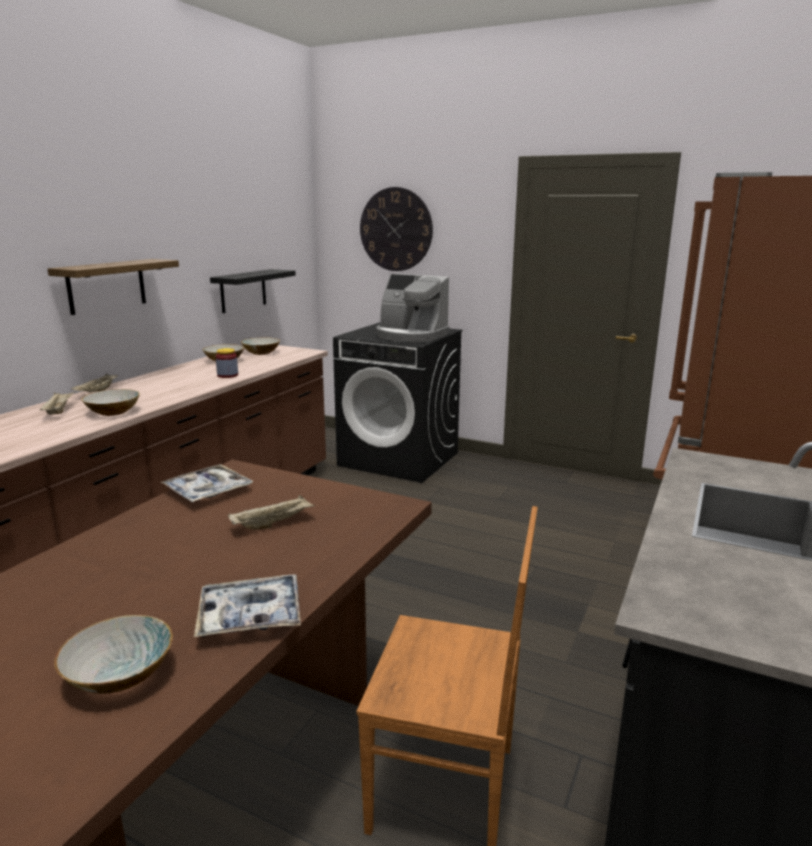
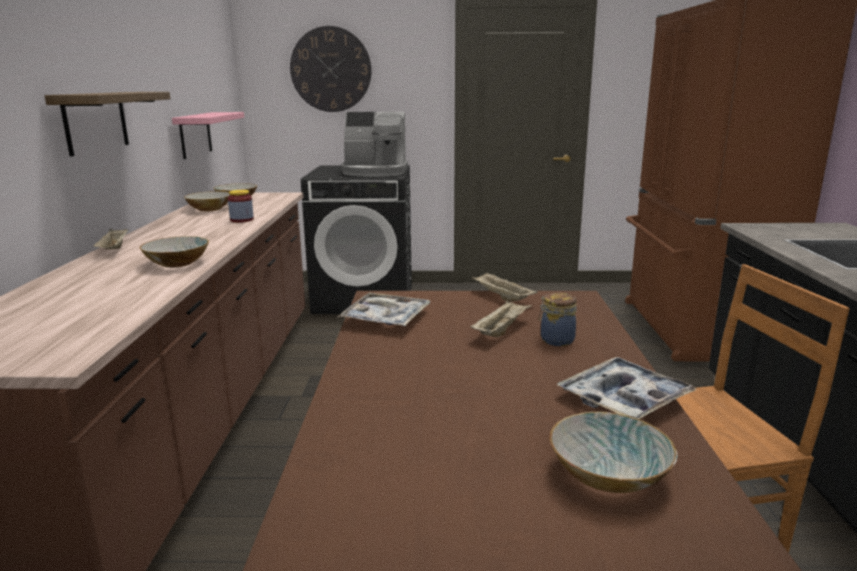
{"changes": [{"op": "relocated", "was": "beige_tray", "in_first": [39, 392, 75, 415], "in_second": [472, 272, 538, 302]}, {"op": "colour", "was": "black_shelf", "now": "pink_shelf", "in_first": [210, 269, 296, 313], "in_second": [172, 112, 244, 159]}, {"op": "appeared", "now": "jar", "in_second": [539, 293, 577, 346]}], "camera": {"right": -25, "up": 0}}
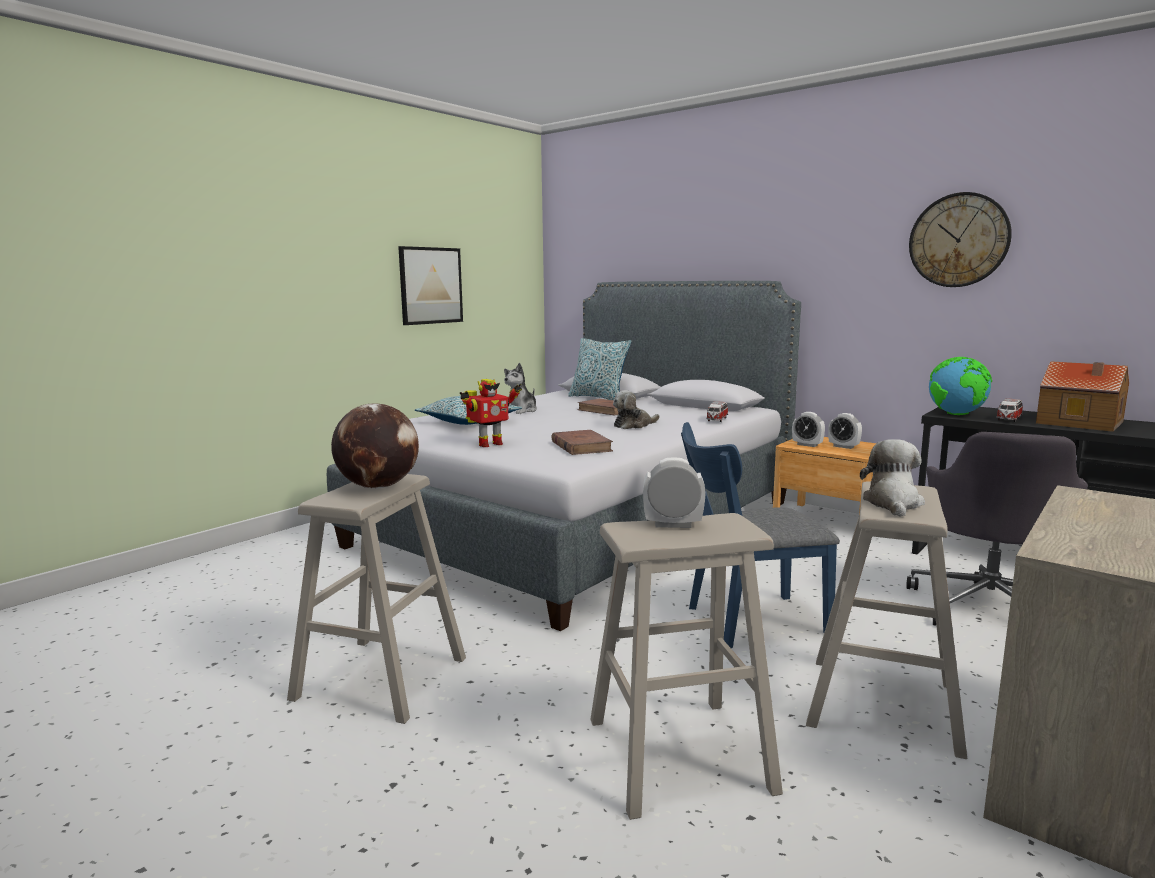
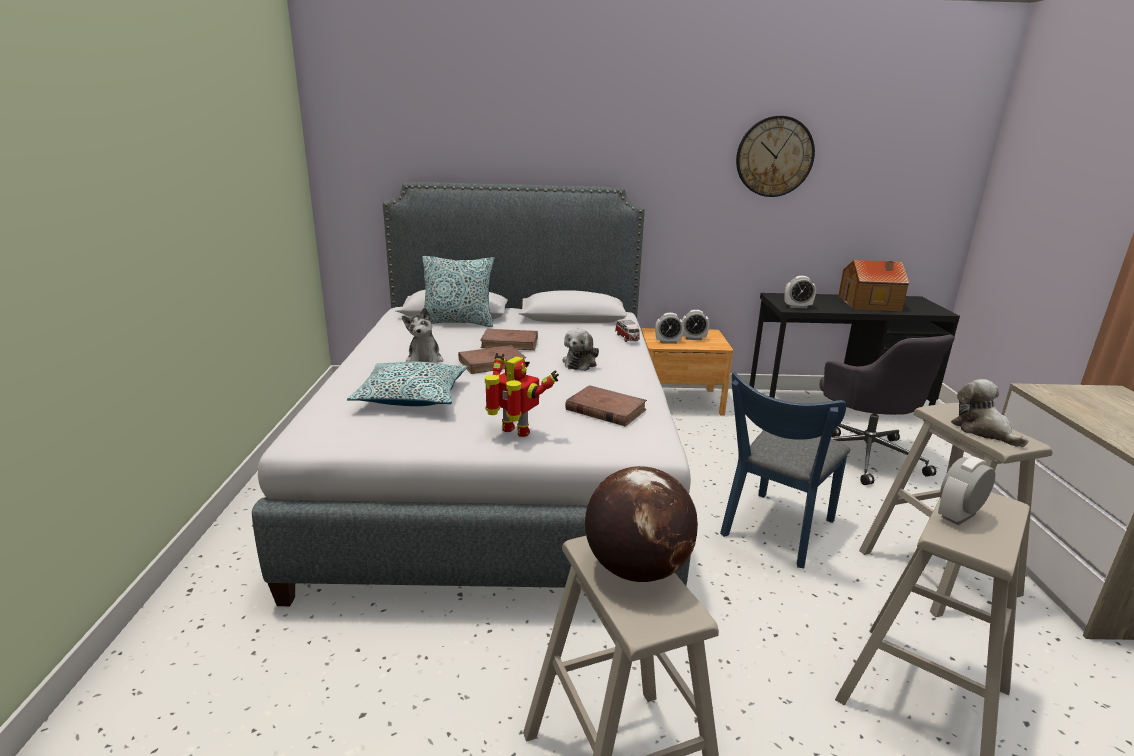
{"changes": [{"op": "missing", "was": "picture", "in_first": [398, 246, 463, 325]}, {"op": "spun", "was": "toy_robot", "in_first": [460, 379, 522, 447], "in_second": [485, 353, 559, 437], "clockwise": -75}, {"op": "exchanged", "was": "globe", "now": "alarm_clock", "in_first": [929, 357, 992, 415], "in_second": [785, 276, 816, 308]}, {"op": "missing", "was": "toy_car", "in_first": [996, 398, 1023, 422]}, {"op": "appeared", "now": "brown_book", "in_second": [458, 345, 526, 374]}], "camera": {"right": -40, "up": 10}}
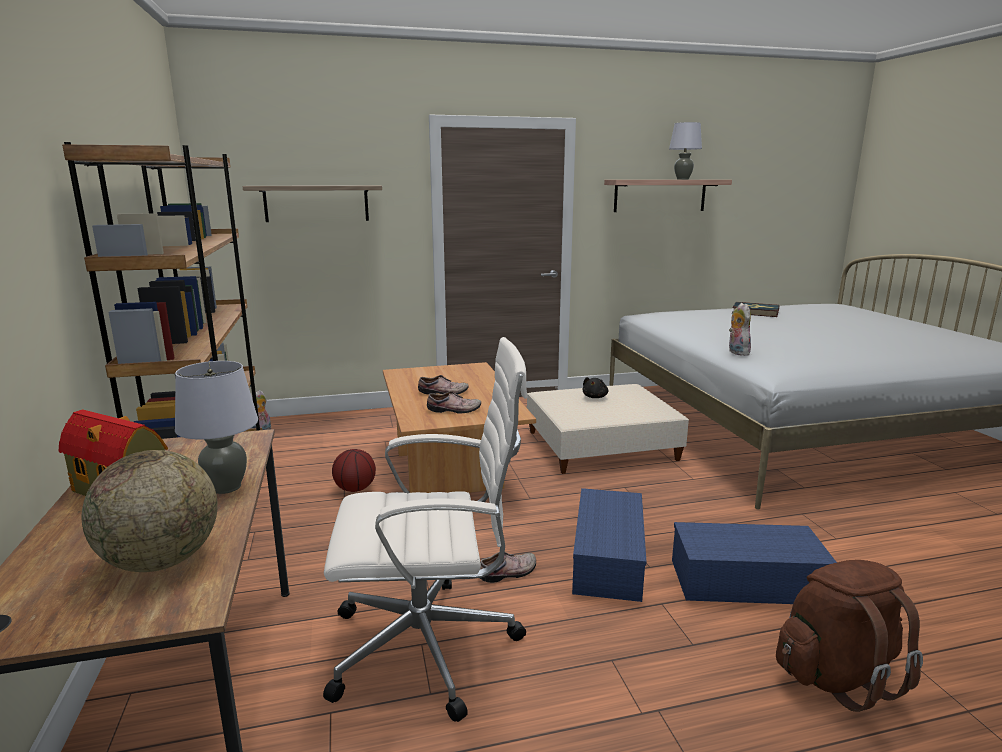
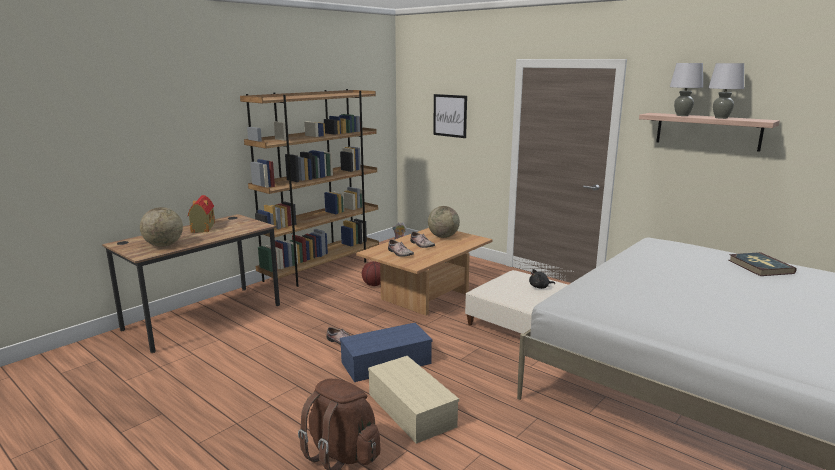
{"changes": [{"op": "relocated", "was": "grey_table_lamp", "in_first": [175, 361, 258, 494], "in_second": [670, 63, 703, 116]}, {"op": "exchanged", "was": "shelf", "now": "picture", "in_first": [243, 185, 382, 222], "in_second": [433, 94, 467, 138]}, {"op": "missing", "was": "white_office_chair", "in_first": [323, 337, 528, 722]}, {"op": "colour", "was": "blue_storage_box", "now": "beige_storage_box", "in_first": [672, 522, 837, 604], "in_second": [368, 356, 459, 444]}, {"op": "missing", "was": "plush_toy", "in_first": [729, 303, 751, 356]}, {"op": "appeared", "now": "globe", "in_second": [428, 206, 460, 238]}], "camera": {"right": 55, "up": 0}}
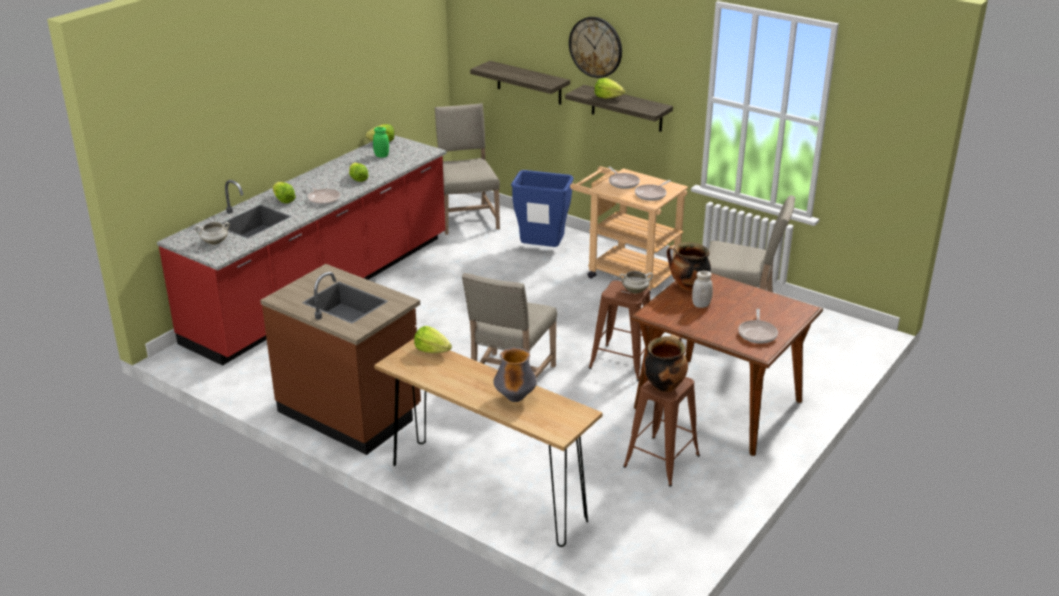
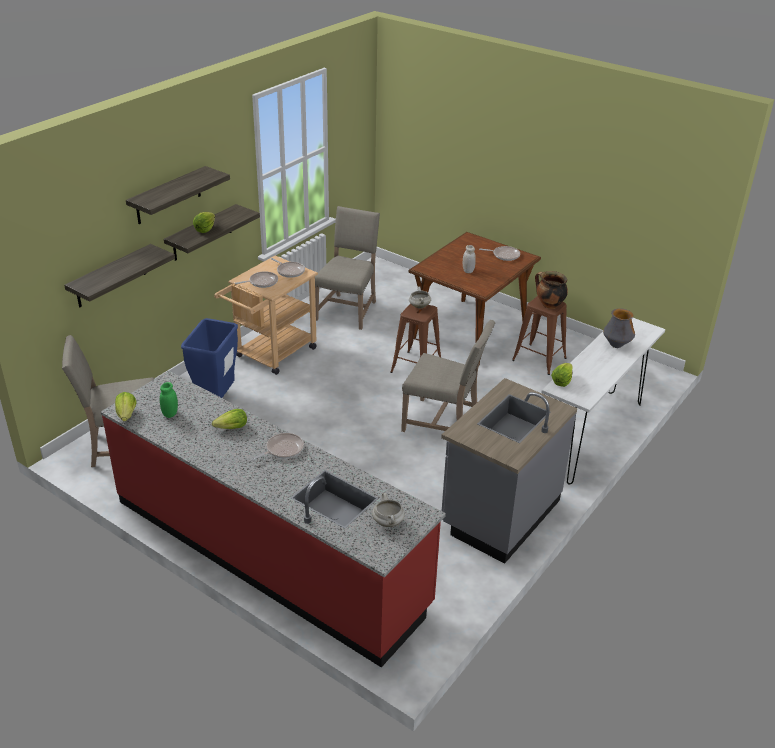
{"changes": [{"op": "colour", "was": "brown_counter", "now": "grey_counter", "in_first": [260, 264, 421, 455], "in_second": [441, 378, 577, 564]}, {"op": "missing", "was": "lettuce", "in_first": [273, 182, 296, 204]}, {"op": "colour", "was": "brown_console_table", "now": "white_console_table", "in_first": [374, 339, 603, 547], "in_second": [541, 318, 665, 484]}, {"op": "exchanged", "was": "wall_clock", "now": "shelf", "in_first": [569, 17, 622, 78], "in_second": [126, 166, 230, 224]}, {"op": "missing", "was": "cooking_pot", "in_first": [667, 242, 711, 291]}], "camera": {"right": -90, "up": 5}}
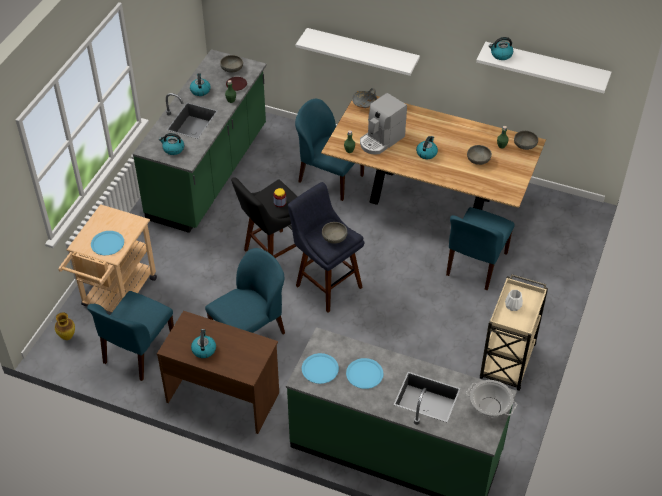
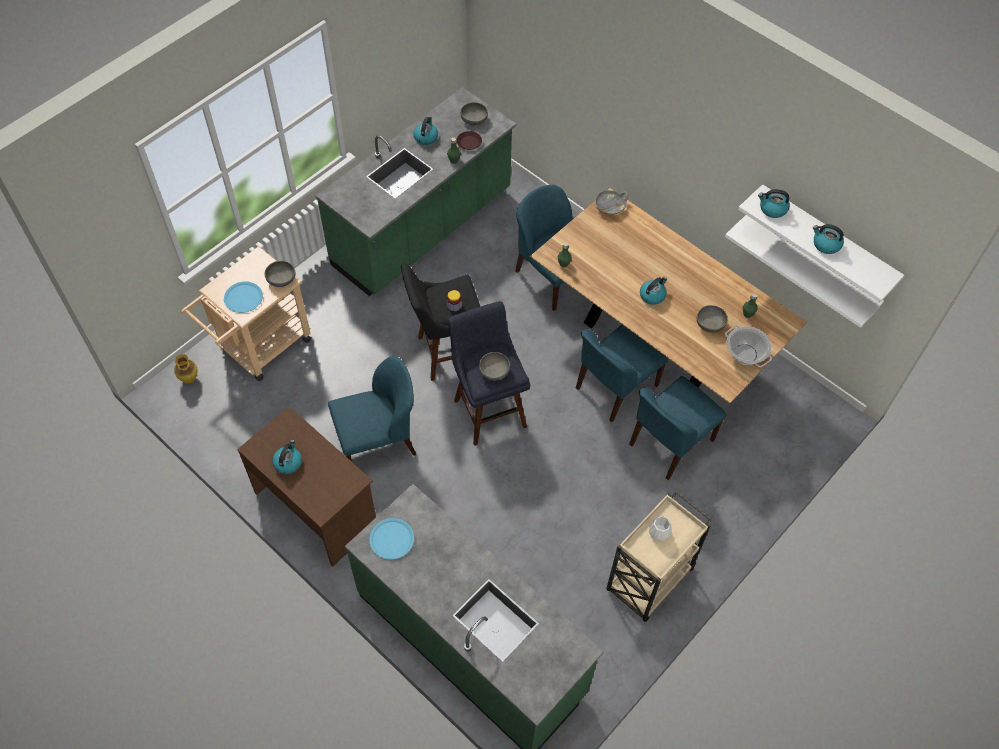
{"changes": [{"op": "relocated", "was": "blue_chair", "in_first": [87, 291, 174, 381], "in_second": [576, 325, 668, 422]}, {"op": "relocated", "was": "kettle", "in_first": [159, 133, 184, 155], "in_second": [813, 224, 844, 254]}, {"op": "relocated", "was": "white_shelf", "in_first": [296, 28, 420, 76], "in_second": [725, 215, 884, 328]}, {"op": "missing", "was": "blue_plate", "in_first": [346, 358, 383, 389]}, {"op": "missing", "was": "coffee_machine", "in_first": [360, 93, 407, 155]}, {"op": "relocated", "was": "cooking_pot", "in_first": [466, 380, 517, 417], "in_second": [725, 325, 772, 368]}, {"op": "relocated", "was": "grey_bowl", "in_first": [514, 131, 538, 150], "in_second": [264, 261, 295, 287]}], "camera": {"right": 20, "up": 10}}
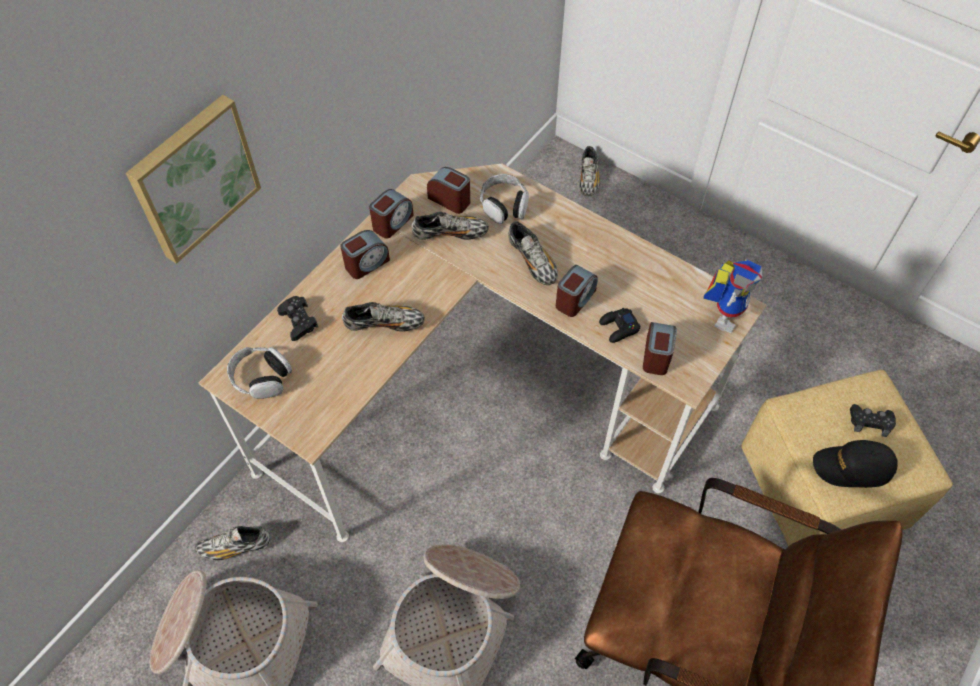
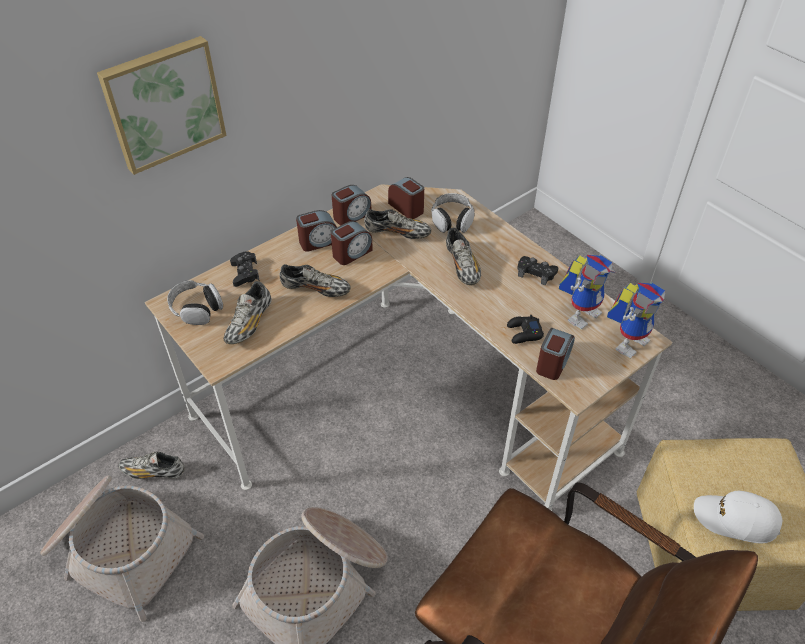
{"changes": [{"op": "relocated", "was": "alarm_clock", "in_first": [556, 265, 598, 317], "in_second": [331, 221, 373, 265]}, {"op": "relocated", "was": "shoe", "in_first": [580, 146, 600, 196], "in_second": [223, 281, 272, 344]}, {"op": "colour", "was": "black_cap", "now": "white_cap", "in_first": [813, 440, 898, 488], "in_second": [694, 491, 782, 543]}, {"op": "relocated", "was": "black_game_controller", "in_first": [850, 404, 896, 437], "in_second": [517, 256, 558, 286]}, {"op": "appeared", "now": "toy_robot", "in_second": [559, 255, 616, 330]}], "camera": {"right": 15, "up": -10}}
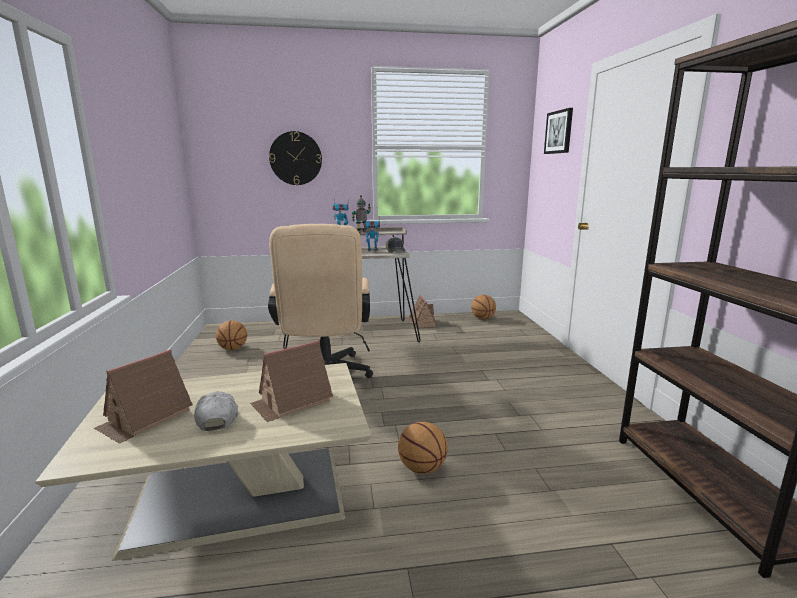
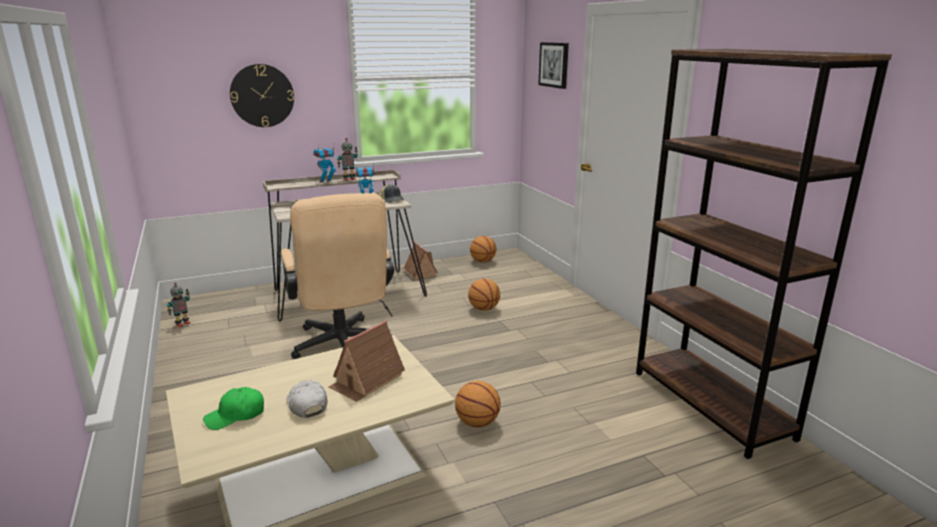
{"changes": [{"op": "exchanged", "was": "toy_house", "now": "green_cap", "in_first": [94, 349, 193, 444], "in_second": [203, 387, 264, 430]}, {"op": "relocated", "was": "basketball", "in_first": [216, 321, 247, 350], "in_second": [468, 278, 500, 311]}, {"op": "appeared", "now": "toy_robot", "in_second": [167, 282, 190, 327]}], "camera": {"right": -15, "up": 5}}
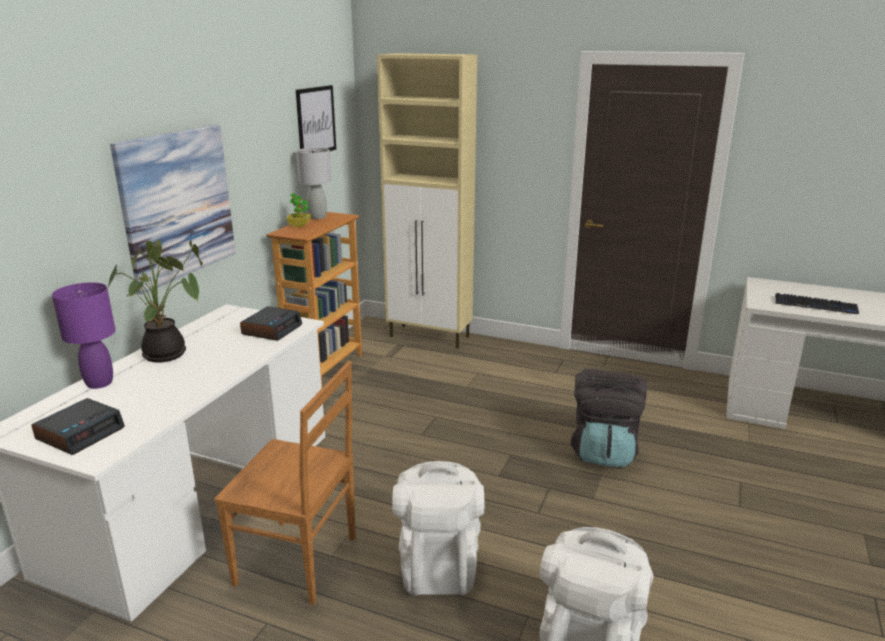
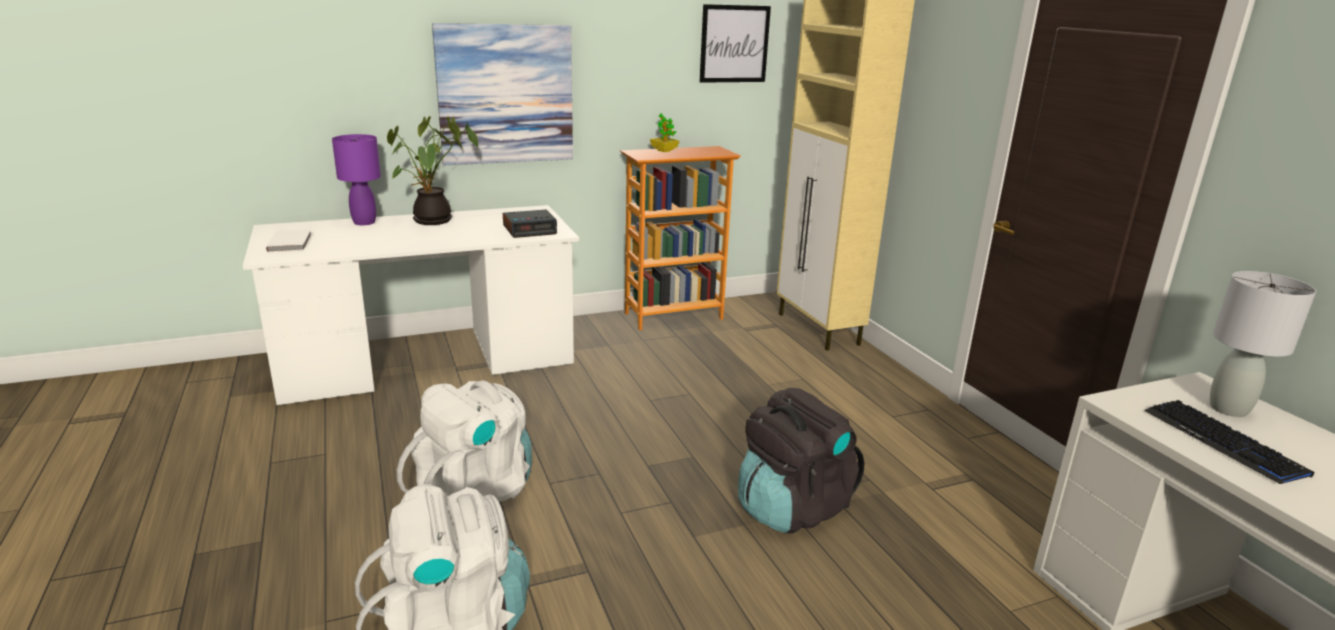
{"changes": [{"op": "exchanged", "was": "alarm_clock", "now": "white_book", "in_first": [31, 398, 125, 455], "in_second": [266, 230, 312, 252]}, {"op": "missing", "was": "brown_chair", "in_first": [214, 361, 356, 605]}, {"op": "relocated", "was": "grey_table_lamp", "in_first": [296, 148, 331, 219], "in_second": [1210, 271, 1316, 417]}], "camera": {"right": 45, "up": 0}}
